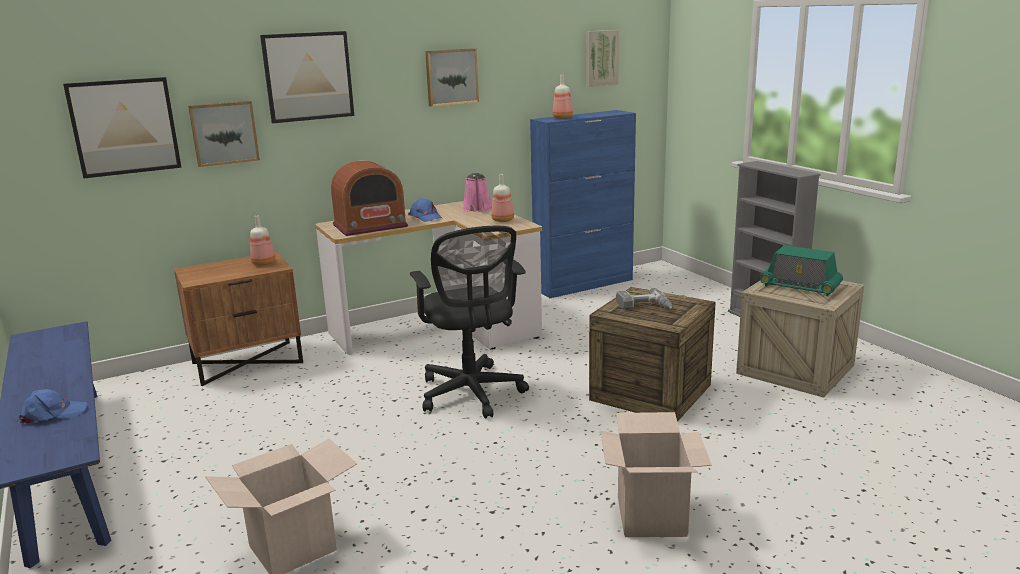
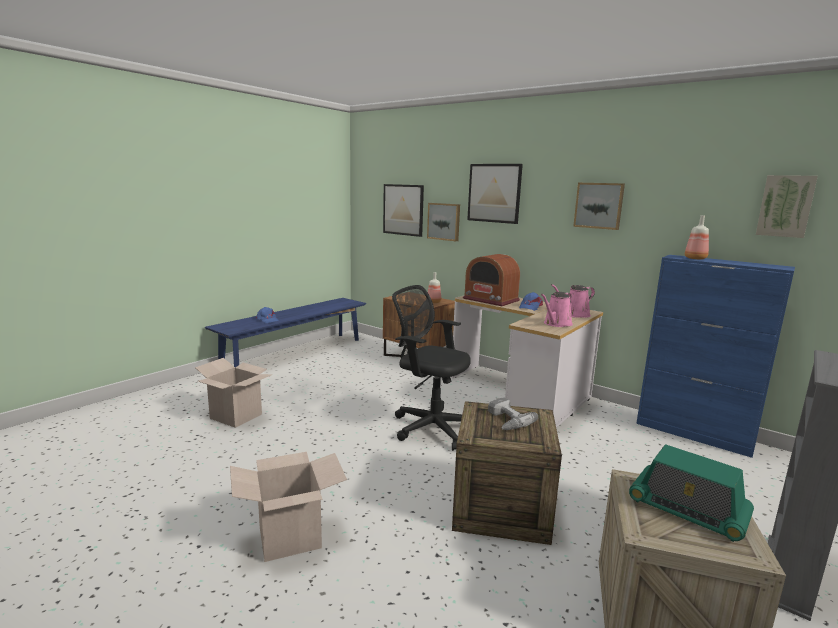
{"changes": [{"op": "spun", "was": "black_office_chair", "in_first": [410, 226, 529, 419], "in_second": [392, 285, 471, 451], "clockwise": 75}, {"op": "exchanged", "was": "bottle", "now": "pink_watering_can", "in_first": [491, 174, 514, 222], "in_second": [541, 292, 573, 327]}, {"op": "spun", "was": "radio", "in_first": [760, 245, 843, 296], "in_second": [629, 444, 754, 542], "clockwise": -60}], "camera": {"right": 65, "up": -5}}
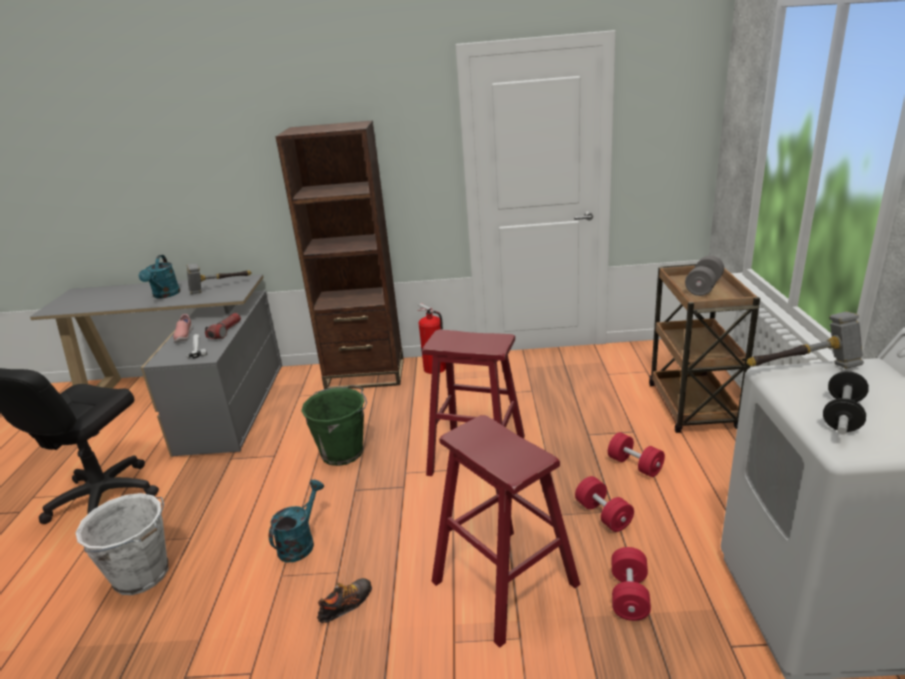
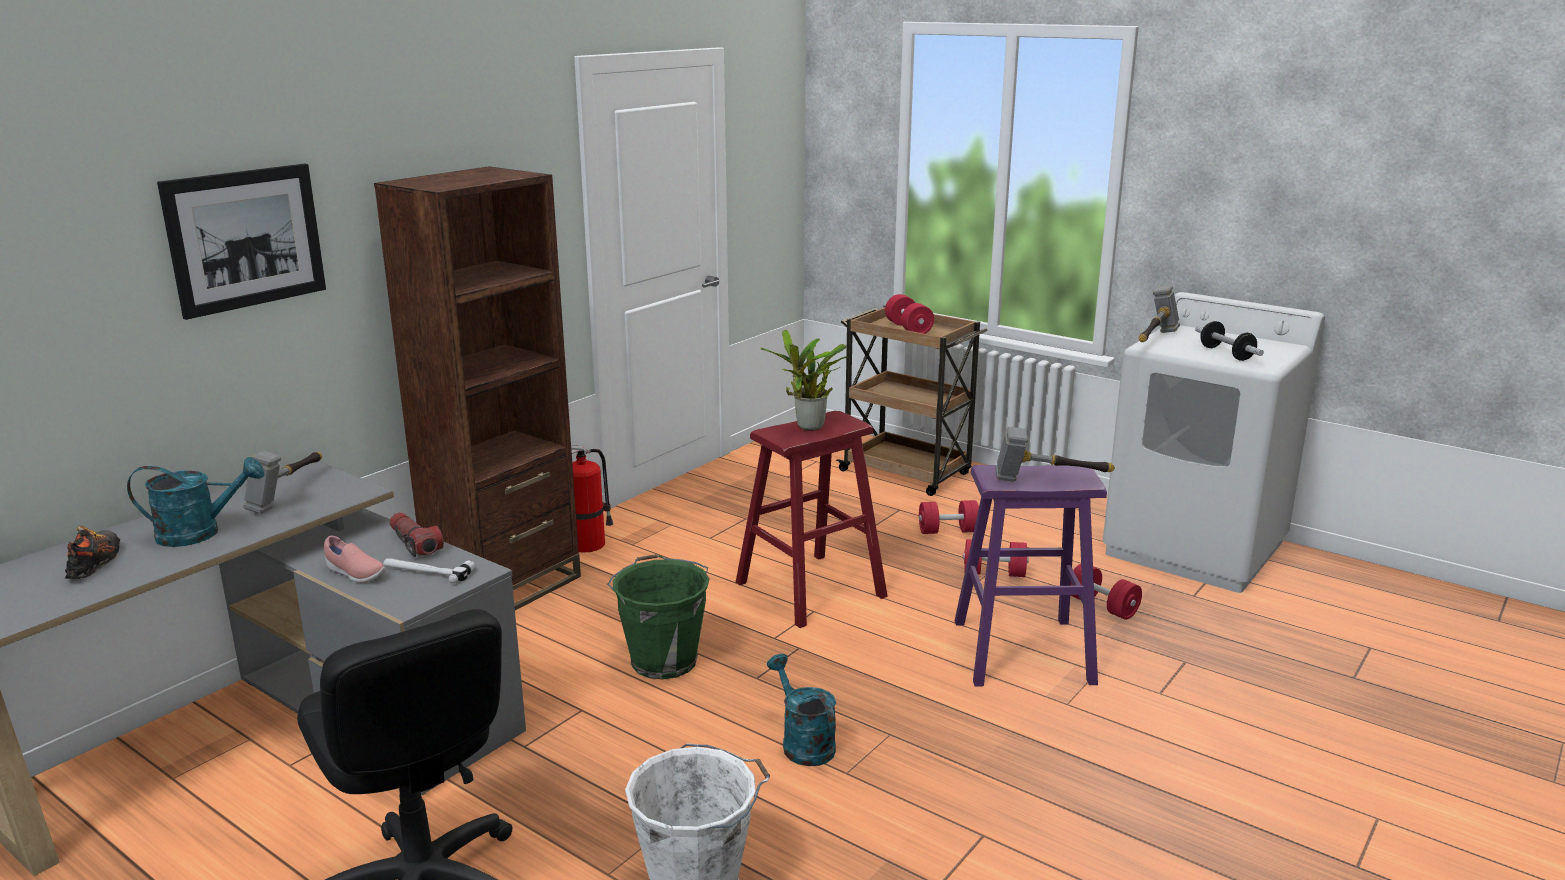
{"changes": [{"op": "spun", "was": "turquoise_watering_can", "in_first": [139, 255, 180, 299], "in_second": [127, 457, 264, 547], "clockwise": -45}, {"op": "relocated", "was": "shoe", "in_first": [317, 578, 372, 623], "in_second": [65, 526, 120, 579]}, {"op": "colour", "was": "red_stool", "now": "purple_stool", "in_first": [432, 415, 580, 648], "in_second": [955, 465, 1107, 686]}, {"op": "colour", "was": "grey_dumbbell", "now": "red_dumbbell", "in_first": [685, 255, 724, 296], "in_second": [885, 294, 934, 334]}, {"op": "appeared", "now": "picture", "in_second": [157, 163, 326, 320]}, {"op": "appeared", "now": "potted_plant", "in_second": [760, 330, 848, 431]}, {"op": "appeared", "now": "hammer", "in_second": [995, 427, 1115, 482]}], "camera": {"right": -55, "up": -5}}
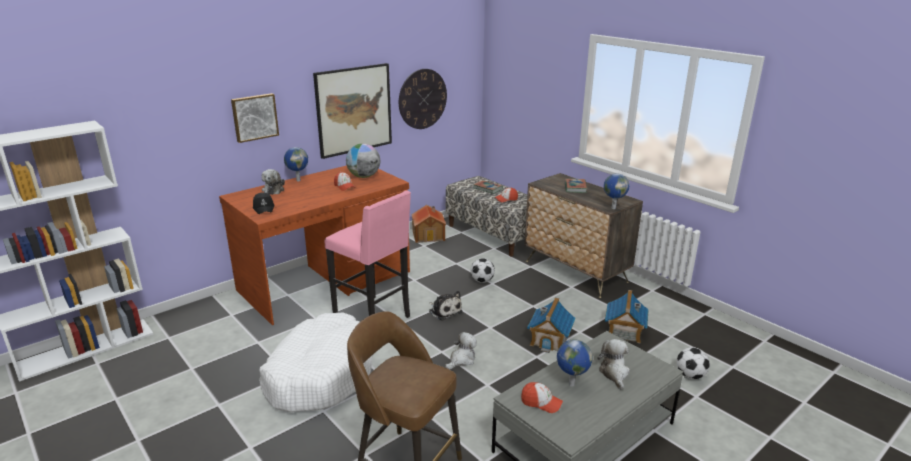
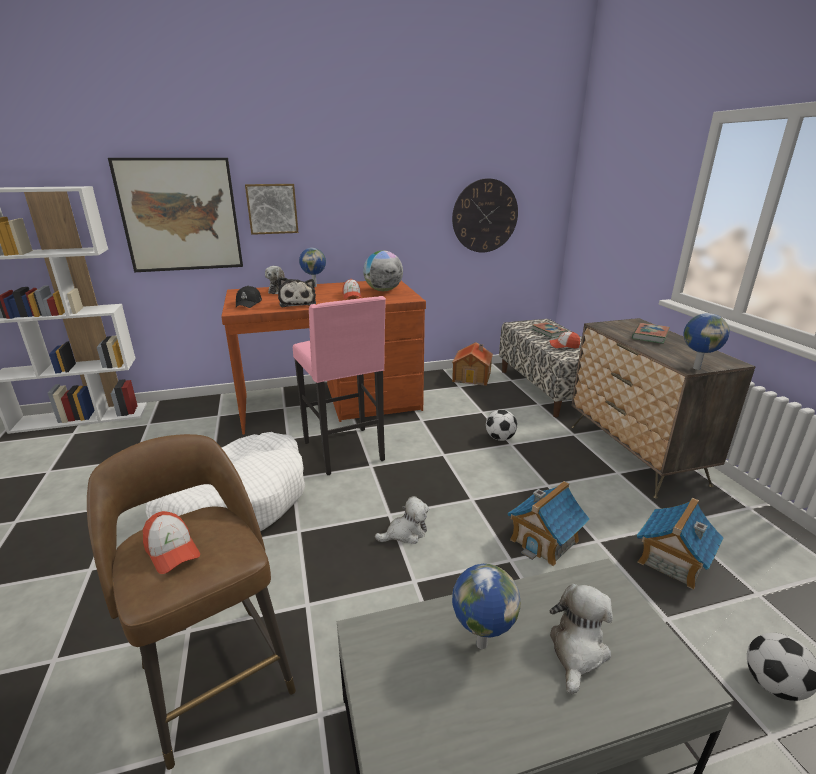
{"changes": [{"op": "relocated", "was": "picture", "in_first": [313, 63, 392, 159], "in_second": [108, 158, 243, 272]}, {"op": "relocated", "was": "plush_toy", "in_first": [429, 291, 462, 321], "in_second": [278, 277, 316, 307]}, {"op": "relocated", "was": "cap", "in_first": [521, 382, 563, 413], "in_second": [143, 511, 200, 574]}], "camera": {"right": 25, "up": 0}}
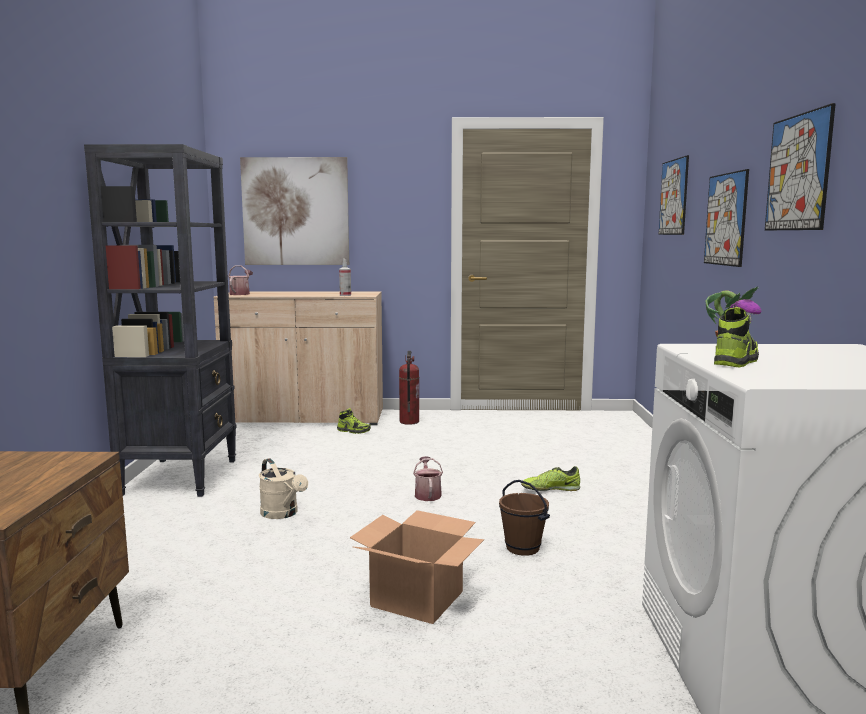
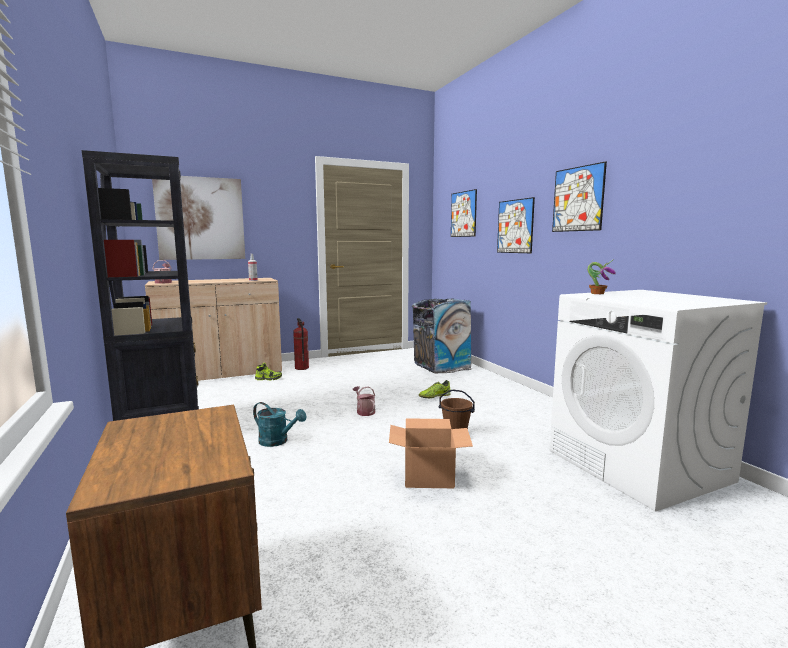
{"changes": [{"op": "colour", "was": "beige_watering_can", "now": "turquoise_watering_can", "in_first": [259, 458, 308, 519], "in_second": [253, 402, 307, 447]}, {"op": "missing", "was": "shoe", "in_first": [714, 307, 759, 367]}, {"op": "appeared", "now": "trash_can", "in_second": [412, 298, 472, 374]}], "camera": {"right": -25, "up": 0}}
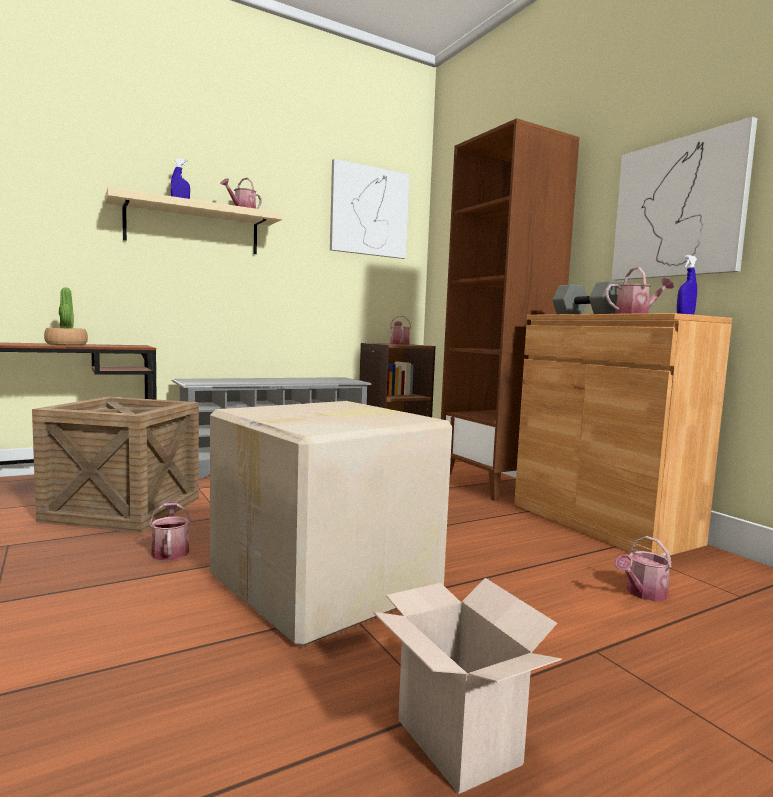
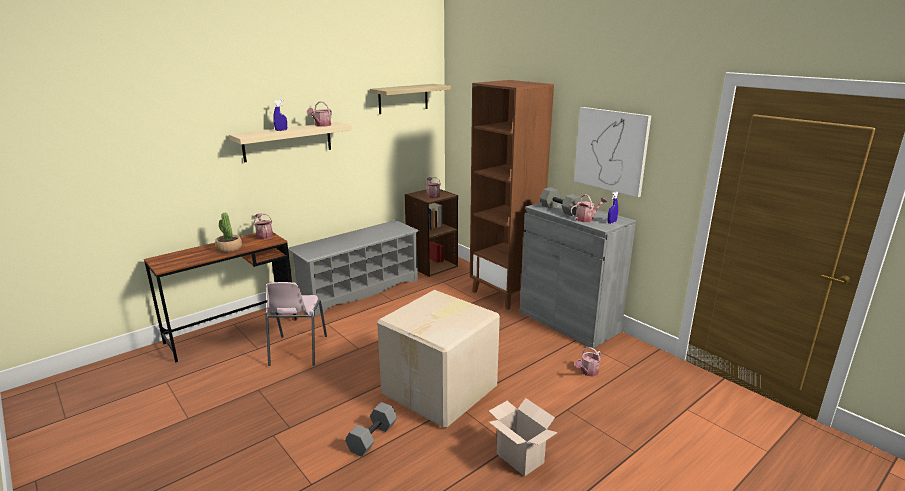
{"changes": [{"op": "exchanged", "was": "crate", "now": "pink_chair", "in_first": [32, 397, 199, 533], "in_second": [265, 282, 327, 366]}, {"op": "relocated", "was": "watering_can", "in_first": [149, 501, 191, 561], "in_second": [254, 213, 273, 240]}, {"op": "exchanged", "was": "picture", "now": "shelf", "in_first": [330, 159, 410, 259], "in_second": [370, 84, 451, 114]}, {"op": "colour", "was": "brown_cabinet", "now": "grey_cabinet", "in_first": [514, 313, 732, 557], "in_second": [520, 202, 636, 348]}, {"op": "appeared", "now": "grey_dumbbell", "in_second": [345, 402, 397, 457]}], "camera": {"right": -10, "up": 15}}
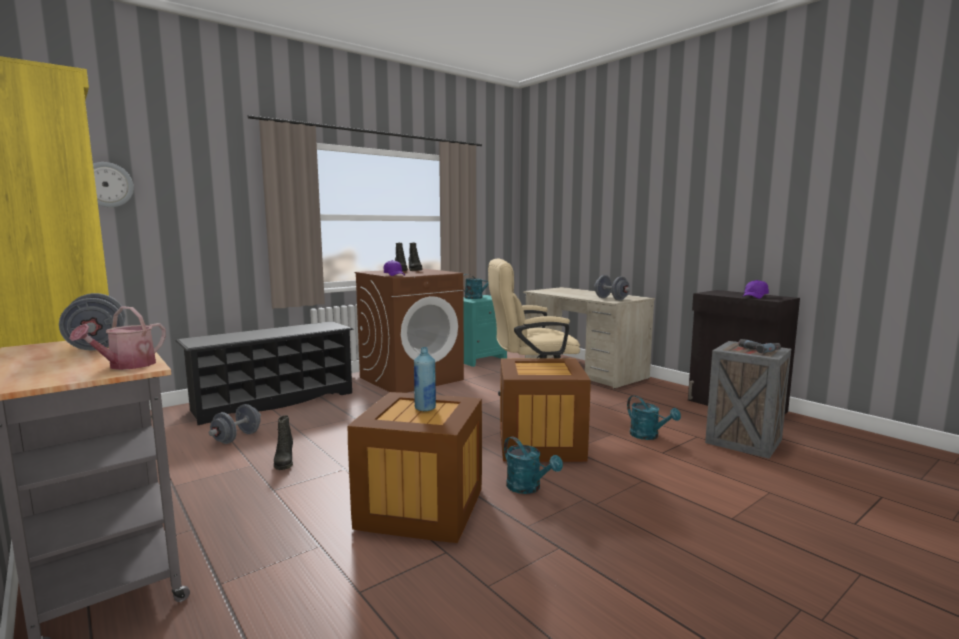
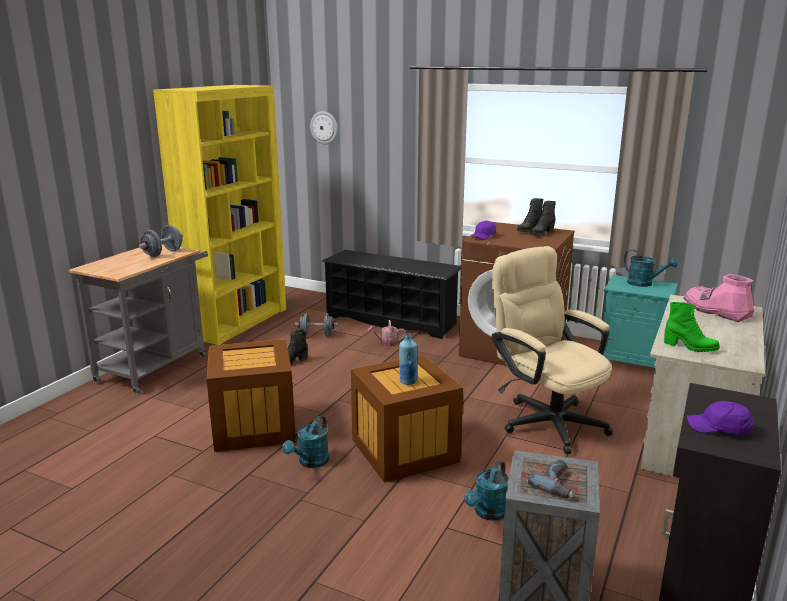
{"changes": [{"op": "relocated", "was": "watering_can", "in_first": [70, 306, 166, 370], "in_second": [367, 320, 406, 347]}, {"op": "relocated", "was": "blue_bottle", "in_first": [414, 347, 436, 411], "in_second": [399, 333, 417, 385]}, {"op": "exchanged", "was": "grey_dumbbell", "now": "green_boot", "in_first": [594, 275, 631, 300], "in_second": [664, 302, 720, 352]}, {"op": "appeared", "now": "pink_boot", "in_second": [683, 274, 754, 322]}], "camera": {"right": 65, "up": 10}}
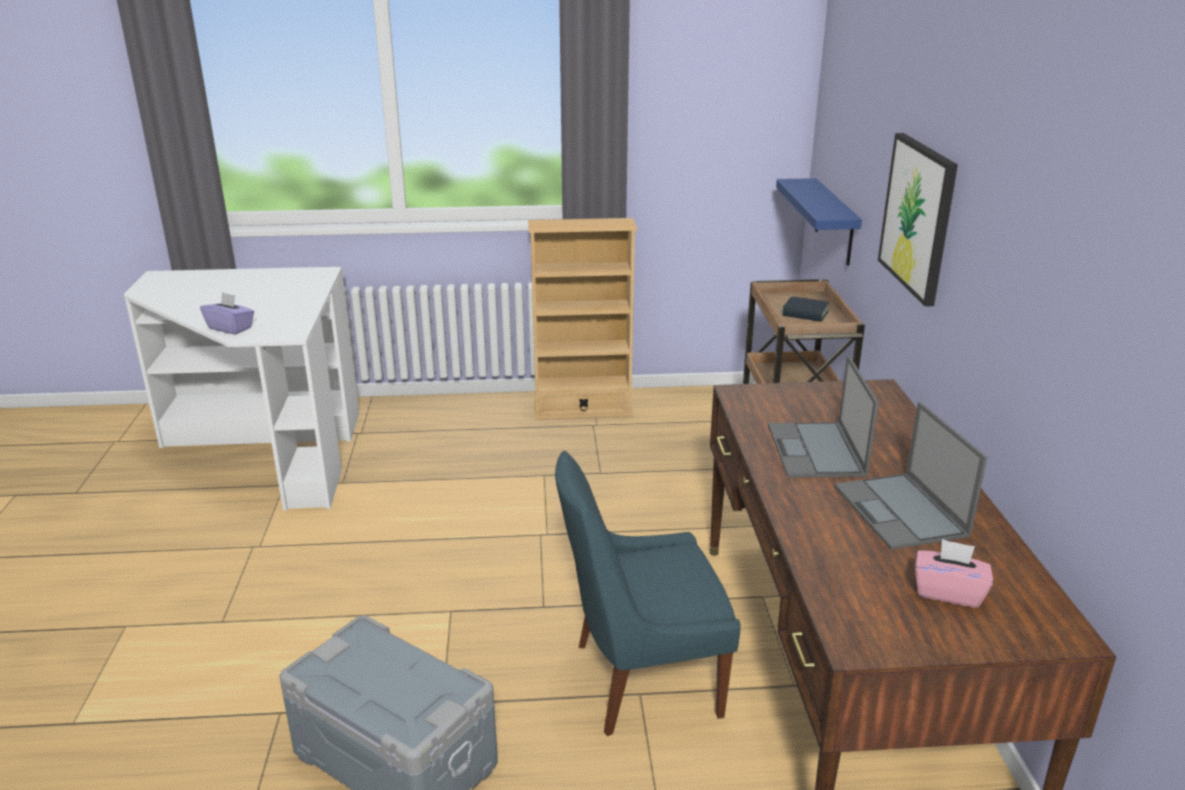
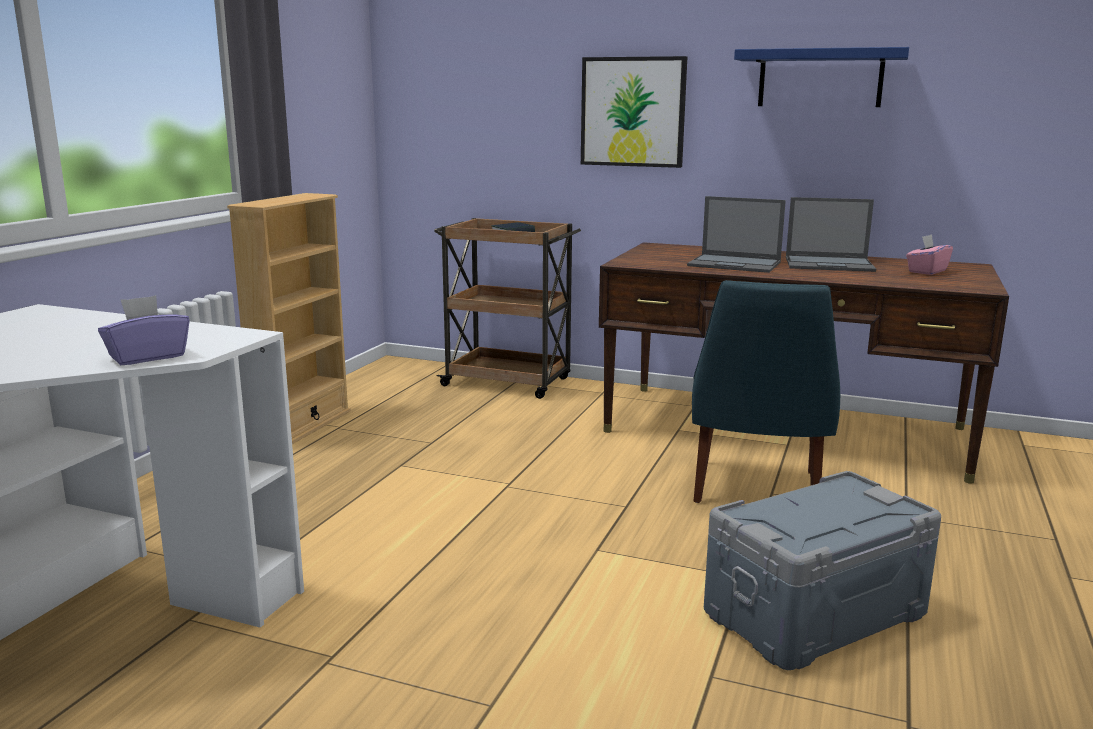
{"changes": [{"op": "relocated", "was": "blue_shelf", "in_first": [776, 178, 862, 266], "in_second": [734, 47, 909, 107]}], "camera": {"right": -65, "up": -10}}
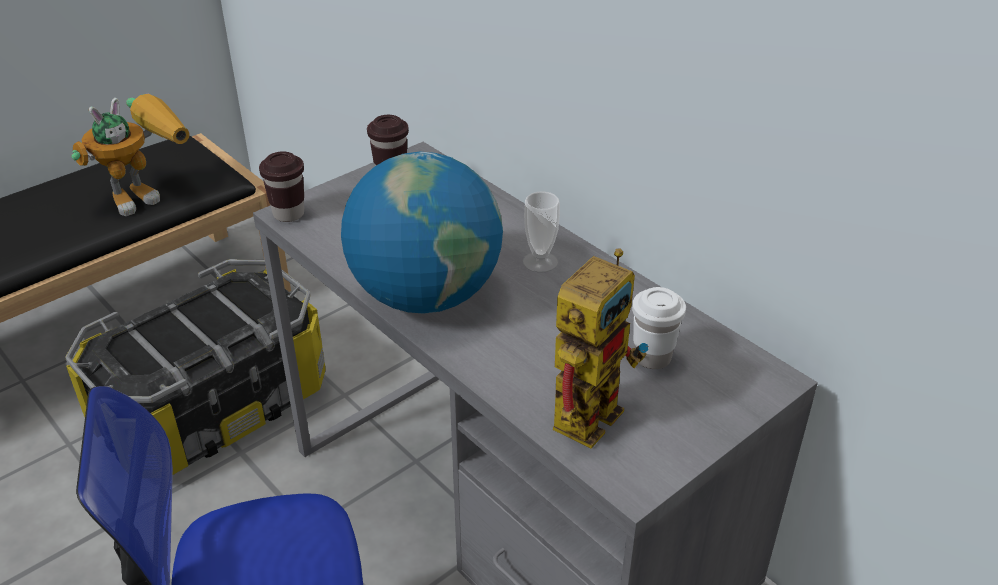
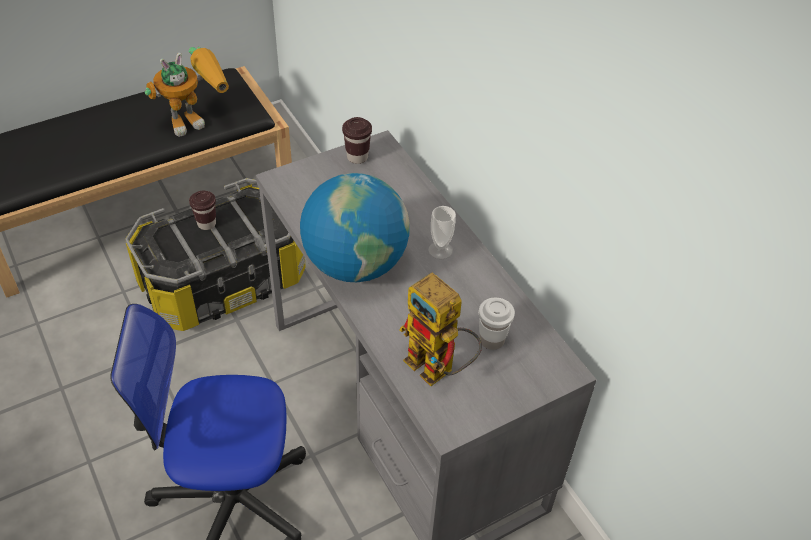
{"changes": [{"op": "relocated", "was": "brown_cup", "in_first": [259, 151, 304, 222], "in_second": [189, 191, 216, 230]}, {"op": "spun", "was": "toy_robot", "in_first": [553, 249, 648, 449], "in_second": [399, 272, 482, 386], "clockwise": 90}], "camera": {"right": 10, "up": 10}}
